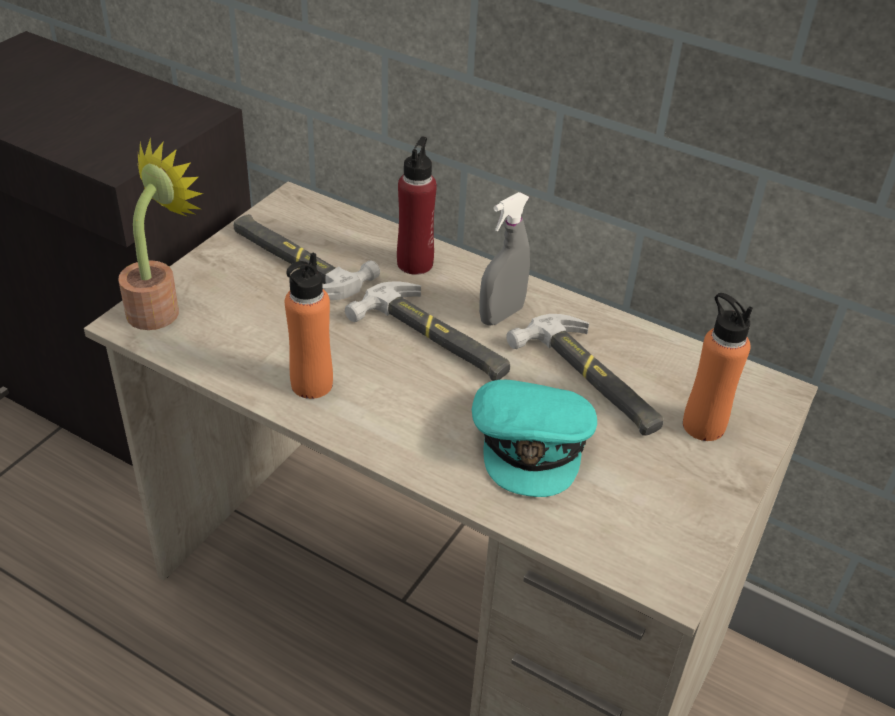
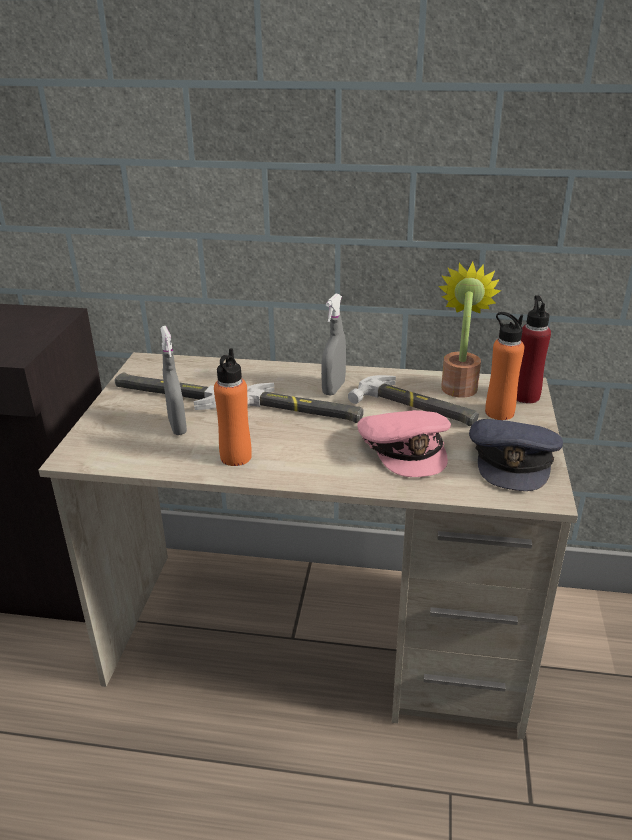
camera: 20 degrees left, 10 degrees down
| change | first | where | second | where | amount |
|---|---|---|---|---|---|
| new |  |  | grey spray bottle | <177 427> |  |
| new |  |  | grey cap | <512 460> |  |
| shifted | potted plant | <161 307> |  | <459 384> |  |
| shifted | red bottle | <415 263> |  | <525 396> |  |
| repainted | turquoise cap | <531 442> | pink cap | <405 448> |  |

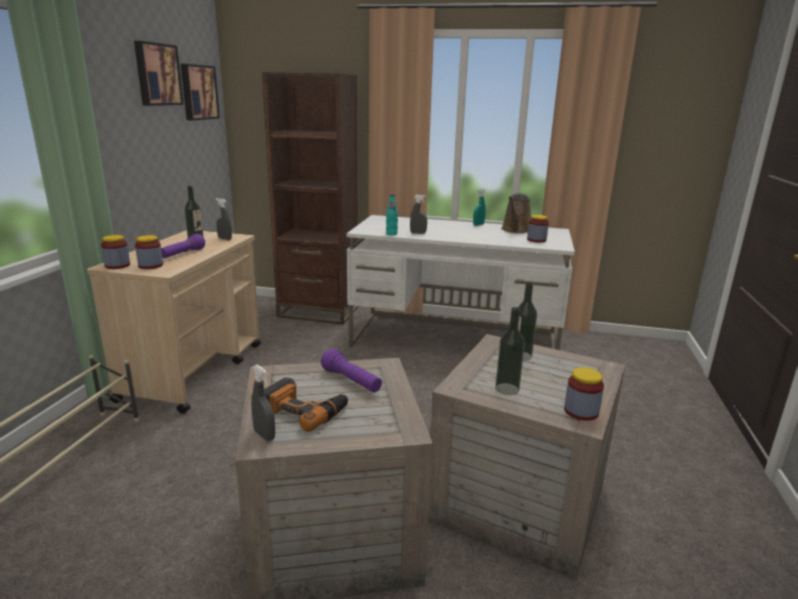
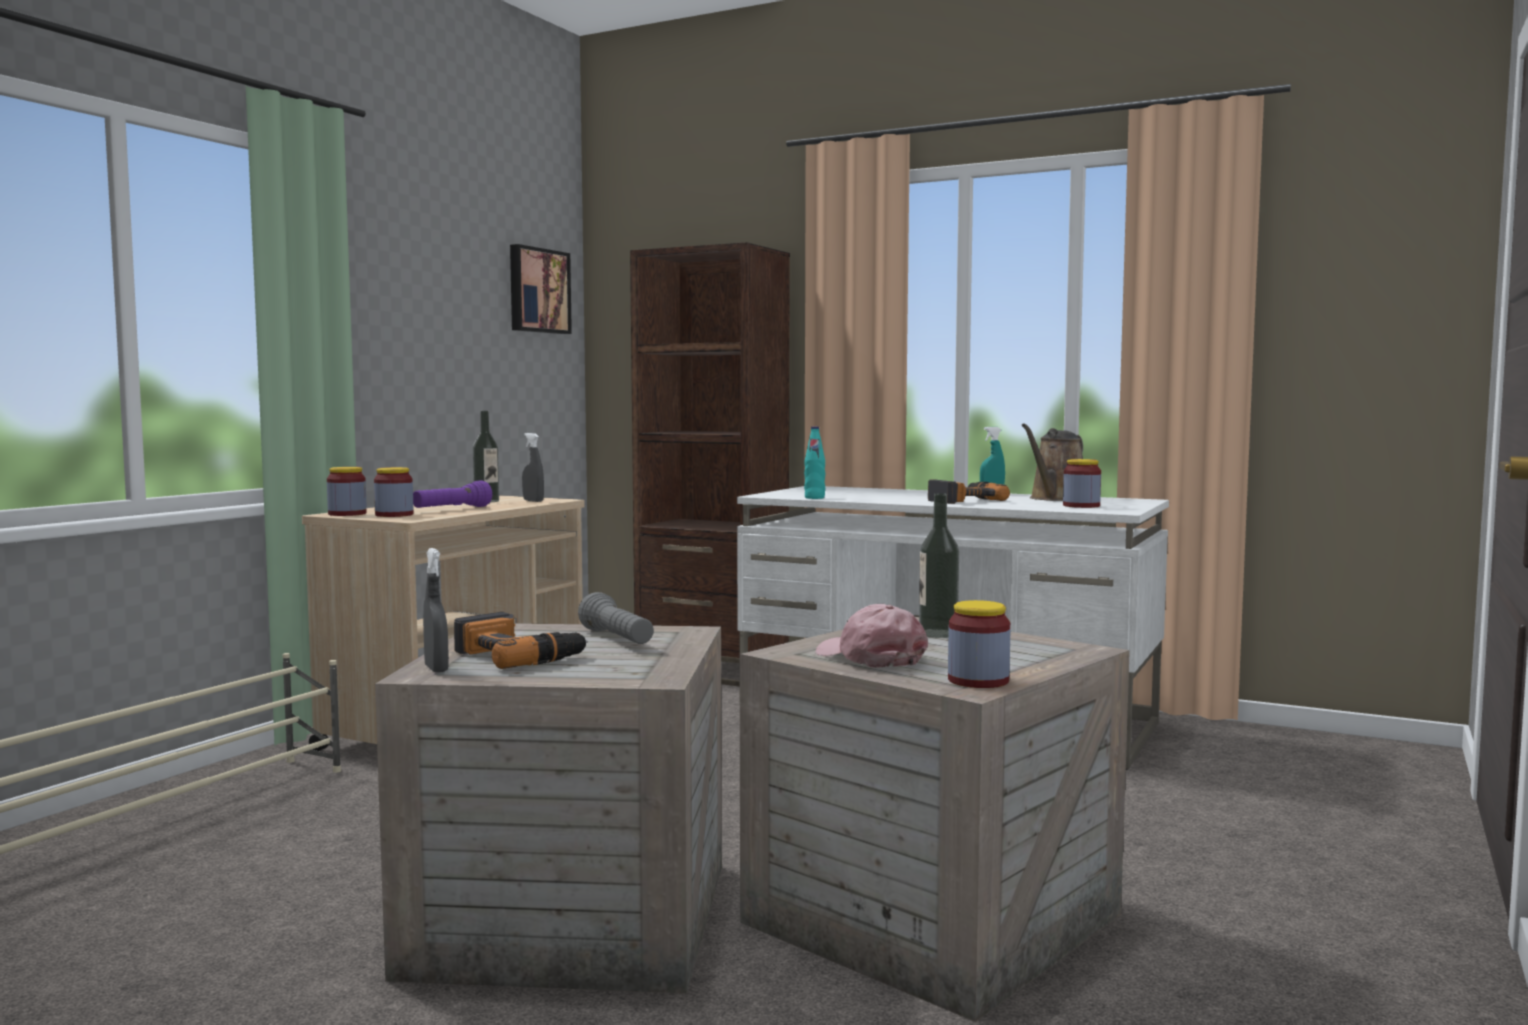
camera: 15 degrees right, 15 degrees down
| change | first | where | second | where | amount |
|---|---|---|---|---|---|
| gone | picture | <157 74> |  |  |  |
| gone | grey spray bottle | <418 233> |  |  |  |
| new |  |  | power drill | <963 500> |  |
| swapped | bottle | <507 389> | pink cap | <871 657> |  |
| repainted | purple flashlight | <352 381> | grey flashlight | <617 640> |  |

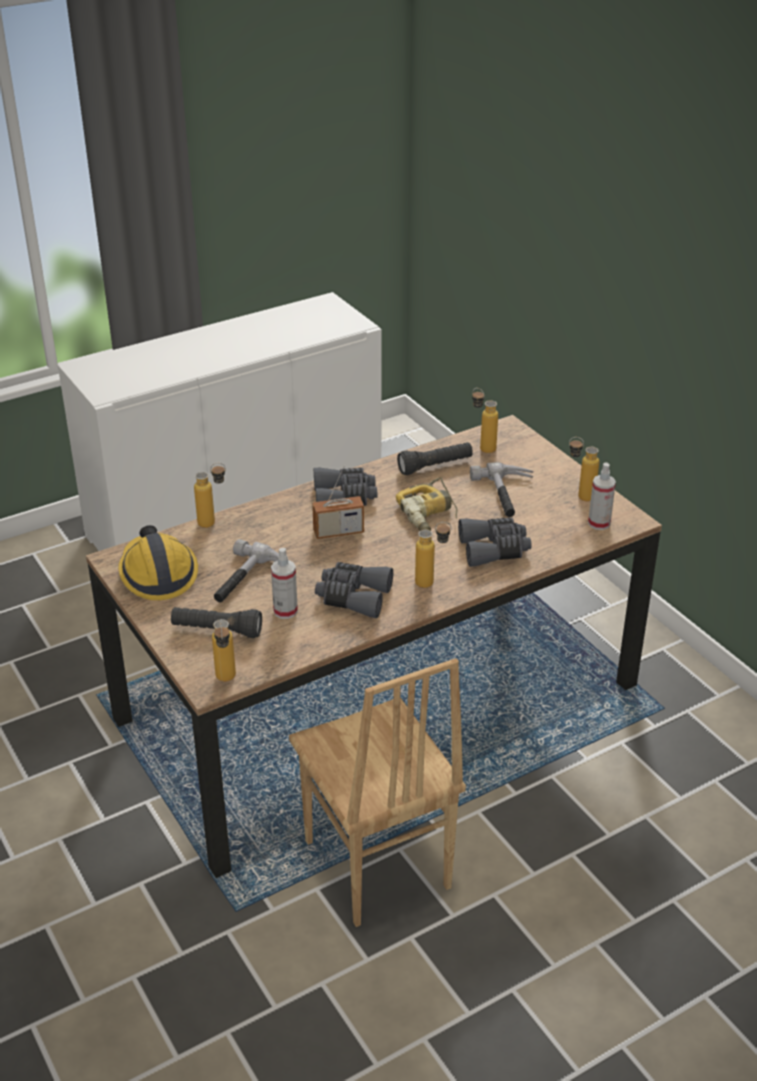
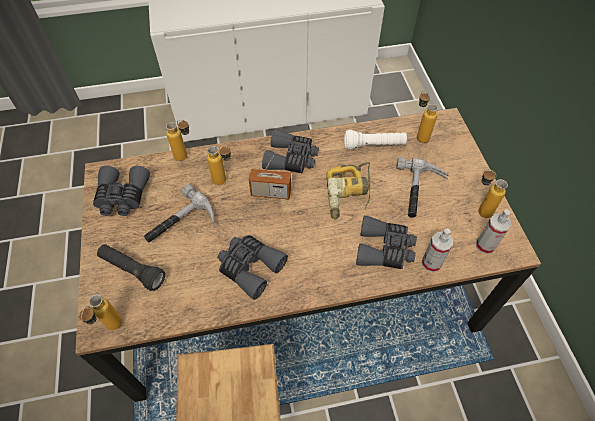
camera: 20 degrees right, 20 degrees up
| change | first | where | second | where | amount |
|---|---|---|---|---|---|
| shifted | spray bottle | <285 611> |  | <431 263> |  |
| shifted | bottle | <432 583> |  | <224 181> |  |
| swapped | hard hat | <158 573> | grey binoculars | <122 197> |  |
| repainted | black flashlight | <435 466> | white flashlight | <374 145> |  |

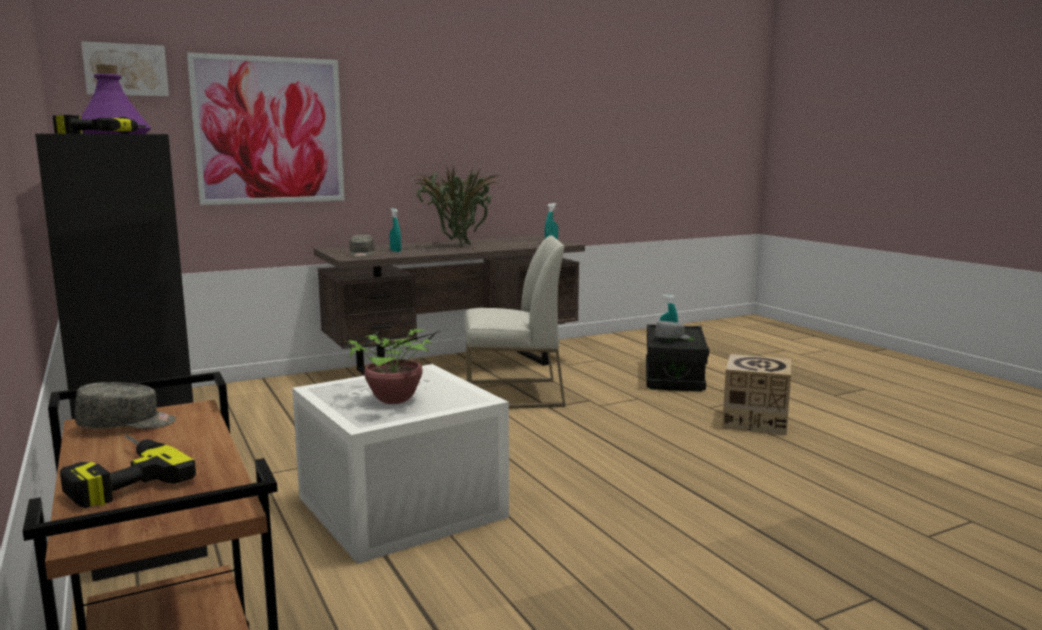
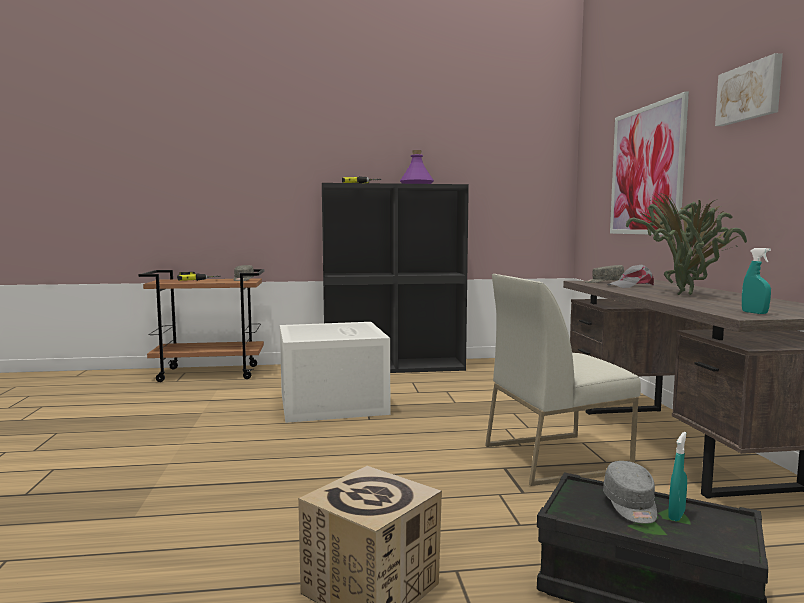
camera: 110 degrees right, 5 degrees down
| change | first | where | second | where | amount |
|---|---|---|---|---|---|
| gone | potted plant | <391 399> |  |  |  |
| shifted | picture | <126 70> |  | <750 92> |  |
| swapped | turquoise spray bottle | <395 251> | grey cap | <632 286> |  |
| rotated | white chair | <512 395> |  | <556 457> | 60 degrees clockwise |

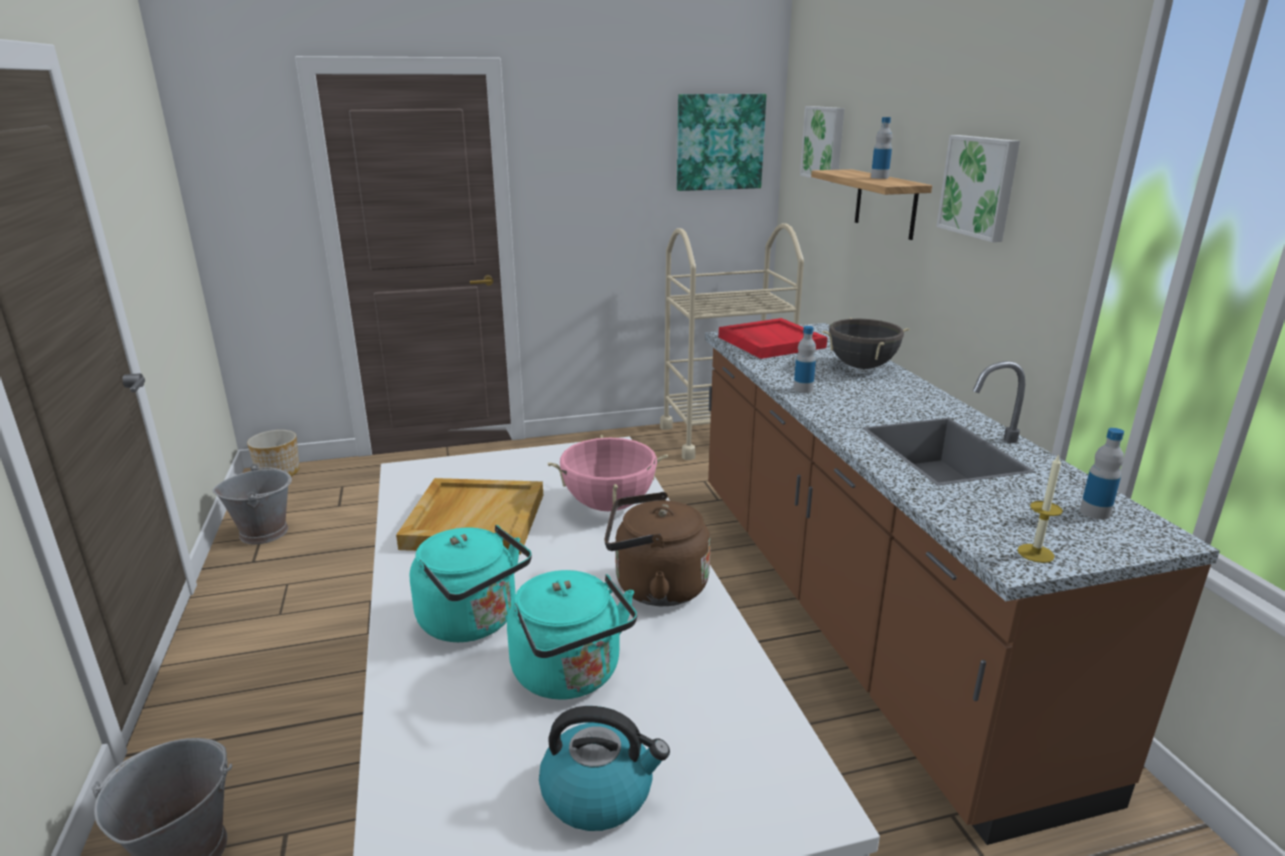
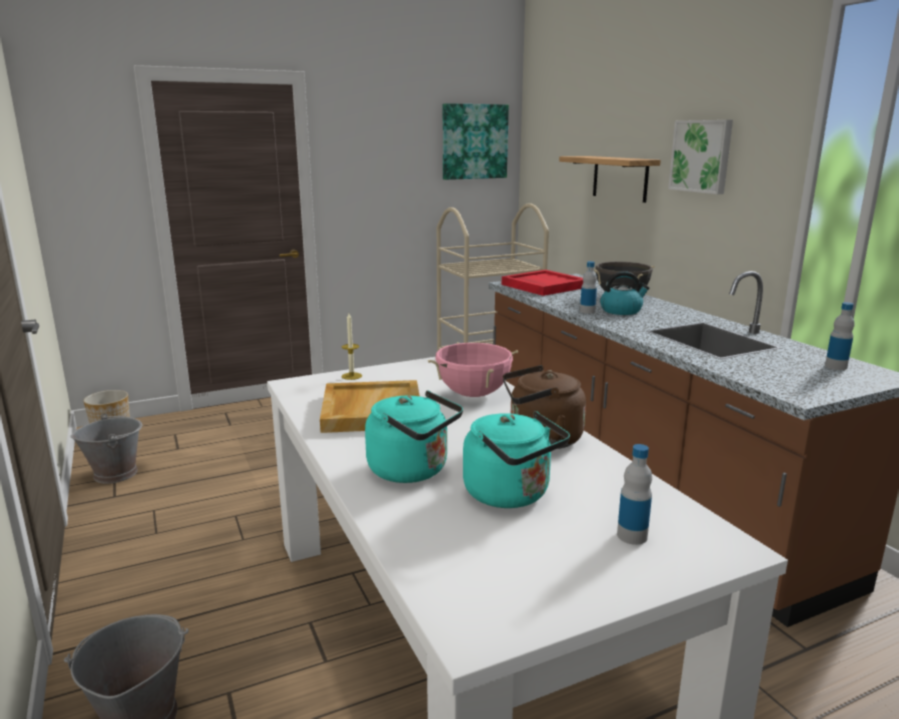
camera: 10 degrees left, 5 degrees down
| change | first | where | second | where | amount |
|---|---|---|---|---|---|
| gone | picture | <824 143> |  |  |  |
| shifted | kettle | <599 793> |  | <621 310> |  |
| shifted | bottle | <879 177> |  | <632 536> |  |
| shifted | candle | <1035 553> |  | <351 376> |  |

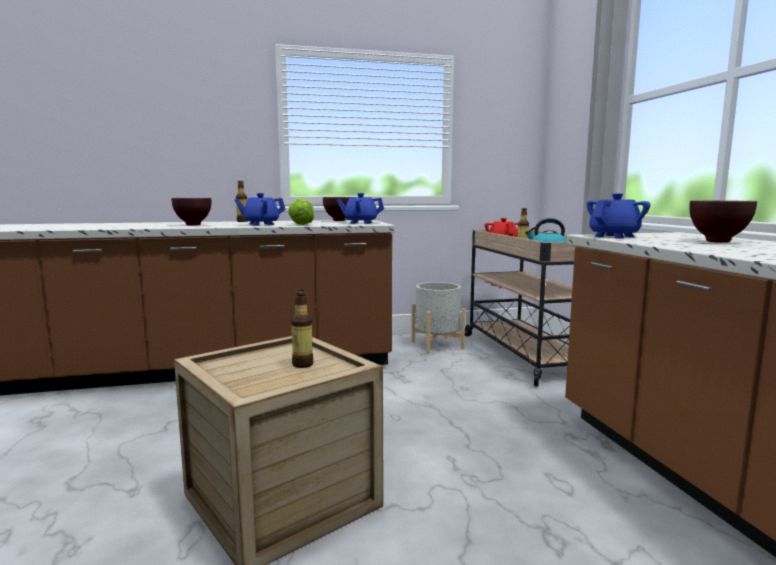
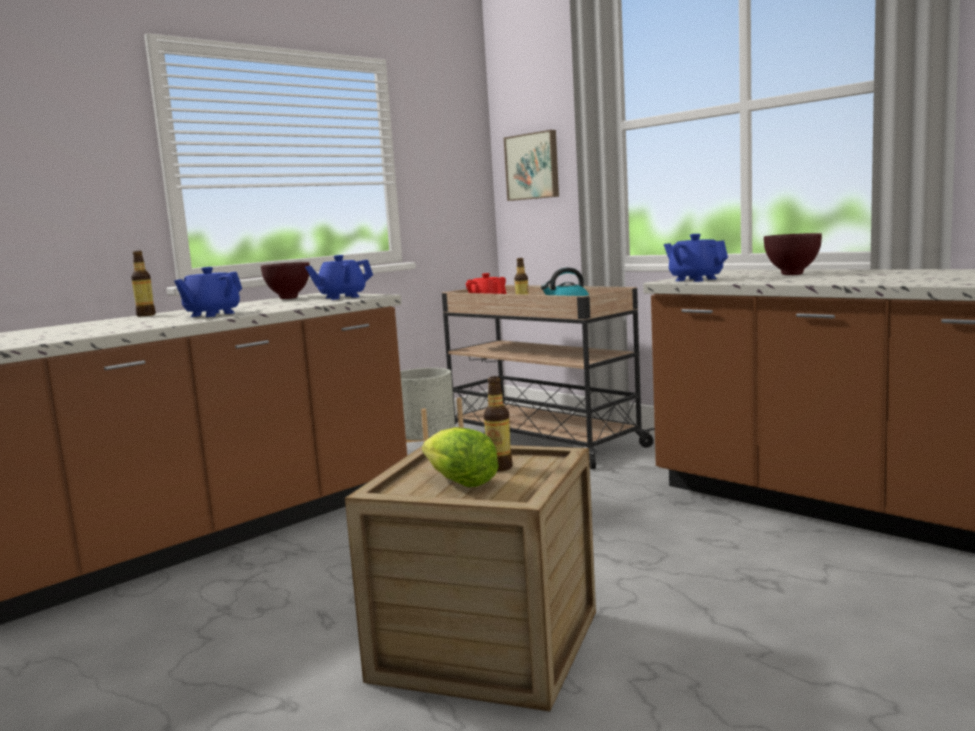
camera: 30 degrees left, 0 degrees up
| change | first | where | second | where | amount |
|---|---|---|---|---|---|
| gone | brown bowl | <194 225> |  |  |  |
| new |  |  | picture | <533 166> |  |
| shifted | lettuce | <301 224> |  | <460 483> |  |
| rotated | blue teapot | <614 236> |  | <695 279> | 60 degrees counterclockwise |

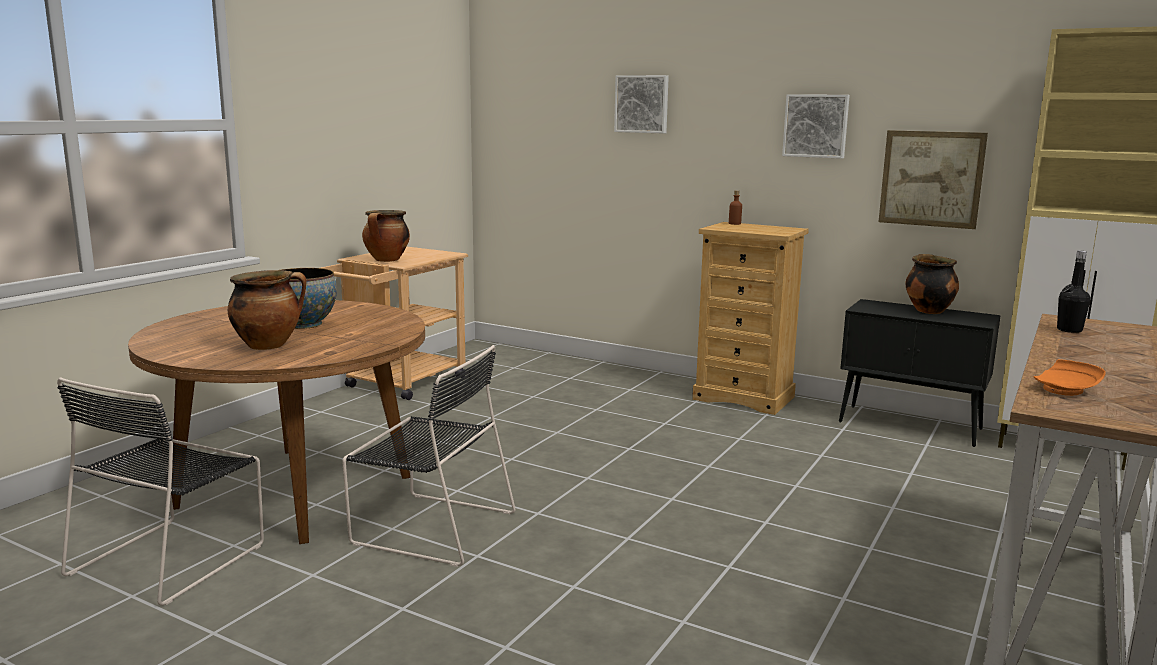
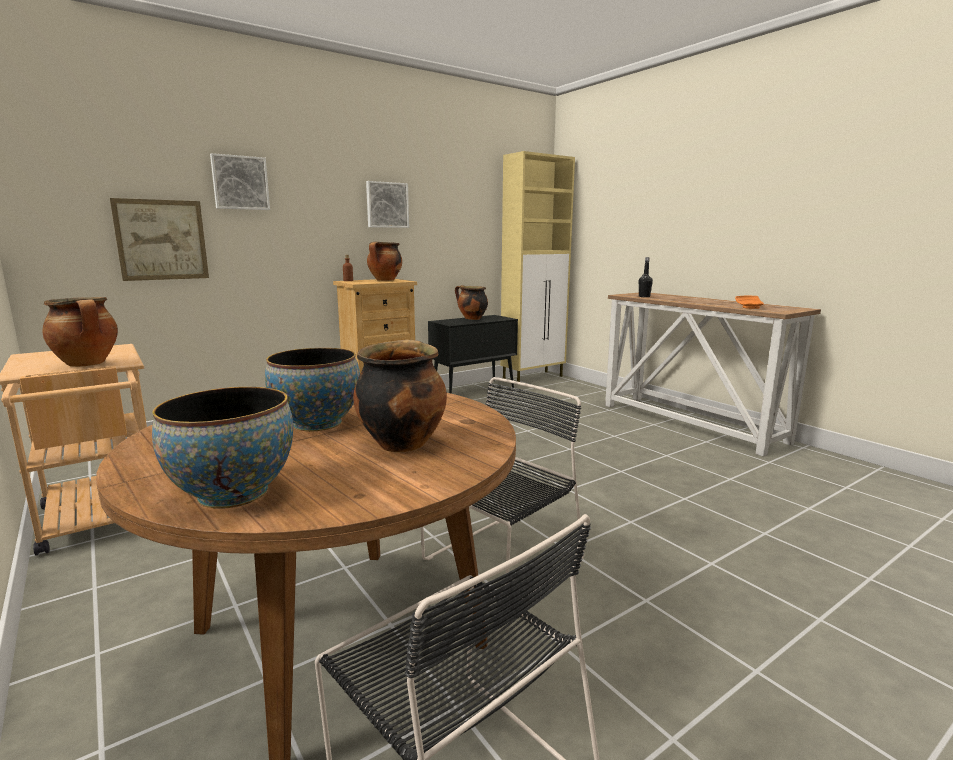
camera: 65 degrees left, 0 degrees up
| change | first | where | second | where | amount |
|---|---|---|---|---|---|
| new |  |  | bowl | <233 493> |  |
| new |  |  | cooking pot | <385 280> |  |
| shifted | picture | <931 179> |  | <161 240> |  |

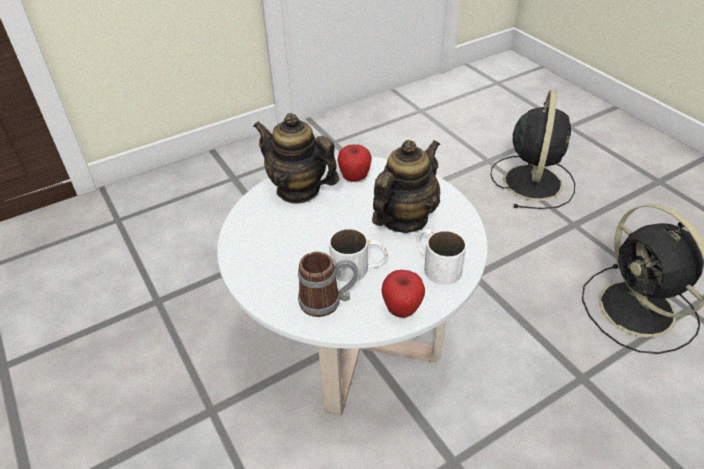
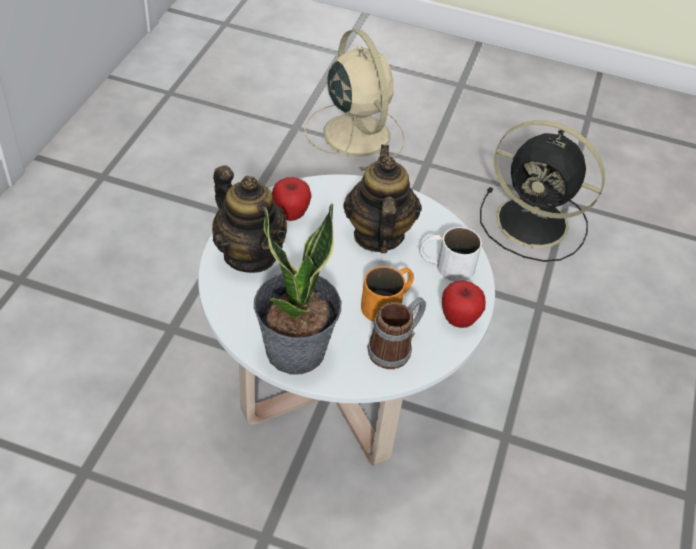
camera: 45 degrees left, 5 degrees up
| change | first | where | second | where | amount |
|---|---|---|---|---|---|
| new |  |  | potted plant | <296 351> |  |
| repainted | white mug | <359 268> | orange mug | <388 302> |  |
| repainted | black fan | <532 181> | beige fan | <355 132> |  |
| rotated | teapot | <298 190> |  | <250 254> | 120 degrees counterclockwise |

